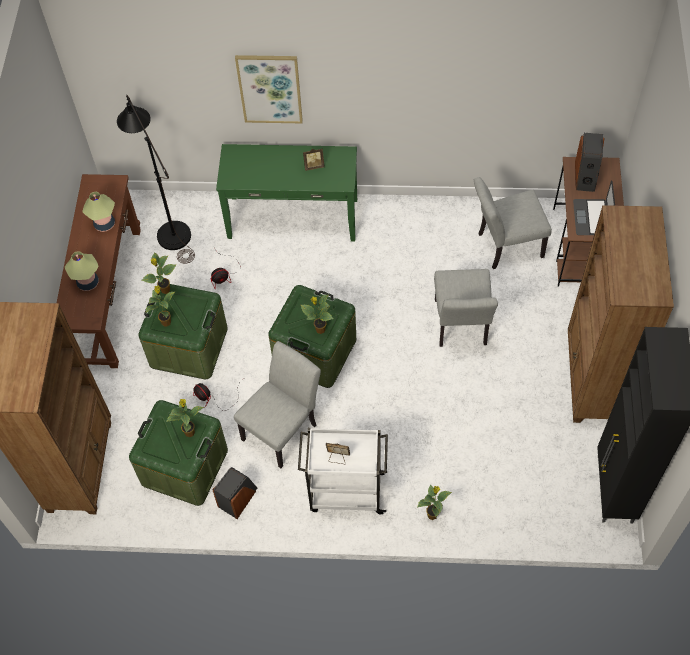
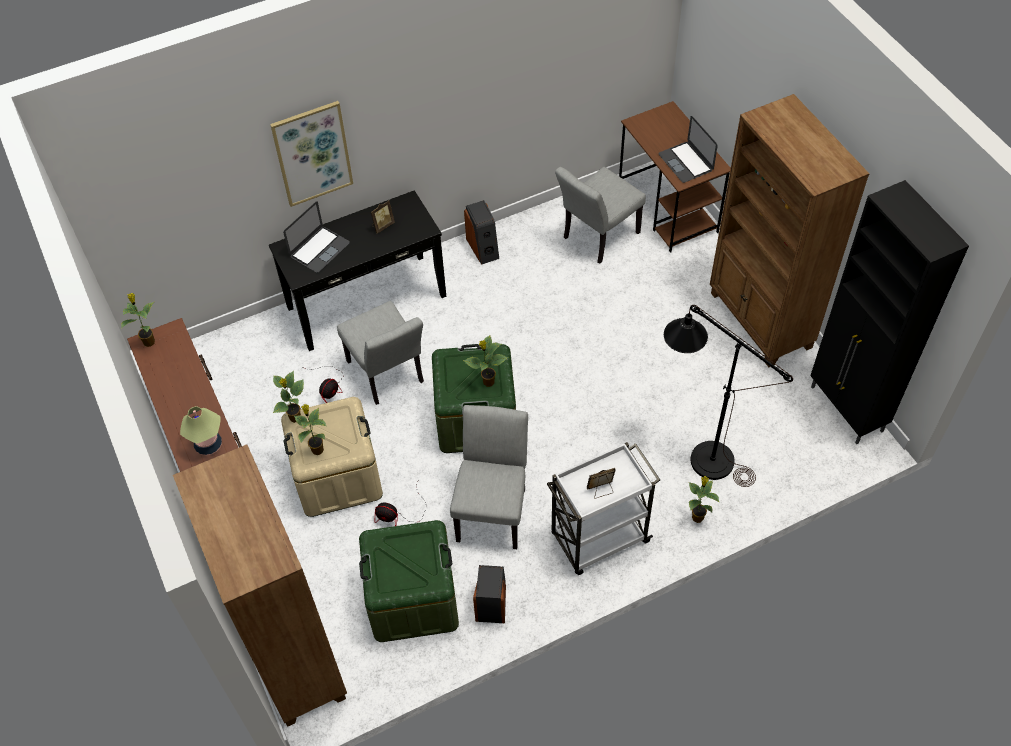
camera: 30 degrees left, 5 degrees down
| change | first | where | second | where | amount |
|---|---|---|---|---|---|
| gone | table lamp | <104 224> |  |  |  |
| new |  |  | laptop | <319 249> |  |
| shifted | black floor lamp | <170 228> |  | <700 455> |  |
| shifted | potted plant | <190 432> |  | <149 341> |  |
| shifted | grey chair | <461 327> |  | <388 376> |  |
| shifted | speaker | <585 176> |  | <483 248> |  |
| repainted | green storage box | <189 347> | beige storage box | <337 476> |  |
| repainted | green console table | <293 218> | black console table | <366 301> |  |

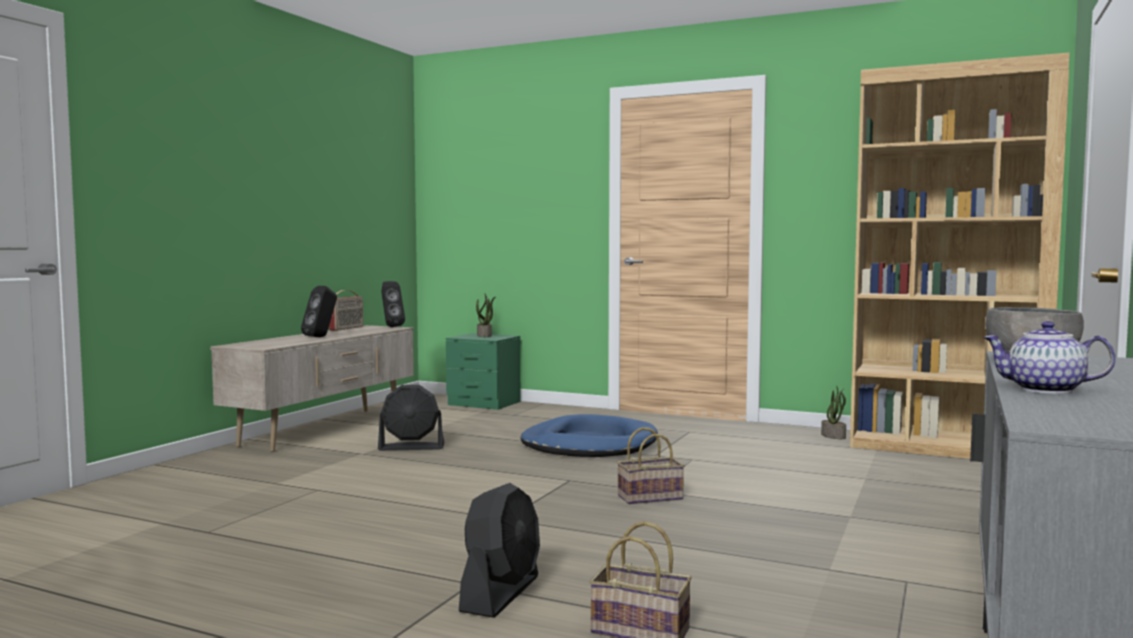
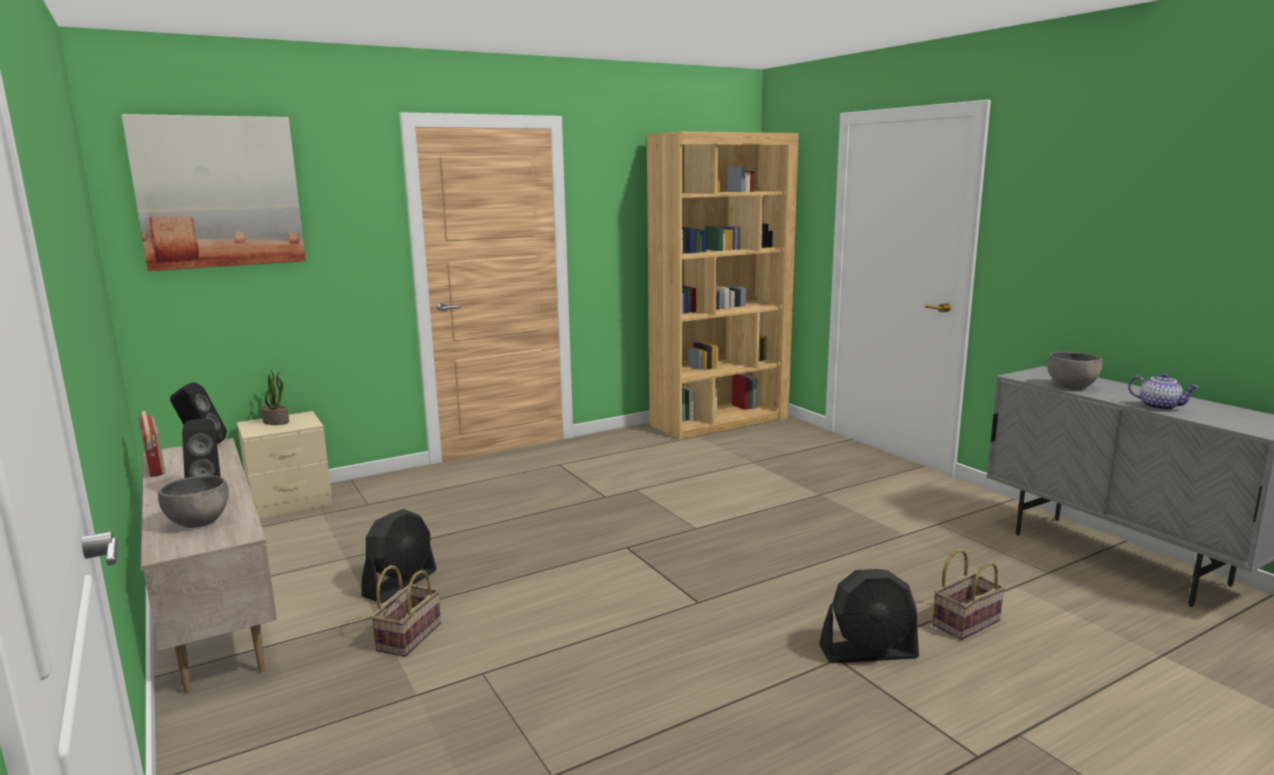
camera: 55 degrees left, 10 degrees up
| change | first | where | second | where | amount |
|---|---|---|---|---|---|
| gone | blue dog bed | <589 444> |  |  |  |
| gone | potted plant | <834 436> |  |  |  |
| new |  |  | picture | <219 192> |  |
| new |  |  | grey bowl | <199 522> |  |
| shifted | basket | <651 497> |  | <409 635> |  |
| repainted | green nightstand | <484 403> | beige nightstand | <290 503> |  |
| rotated | black fan | <501 593> |  | <868 652> | 120 degrees clockwise |
| rotated | teapot | <1044 390> |  | <1160 407> | 105 degrees counterclockwise |

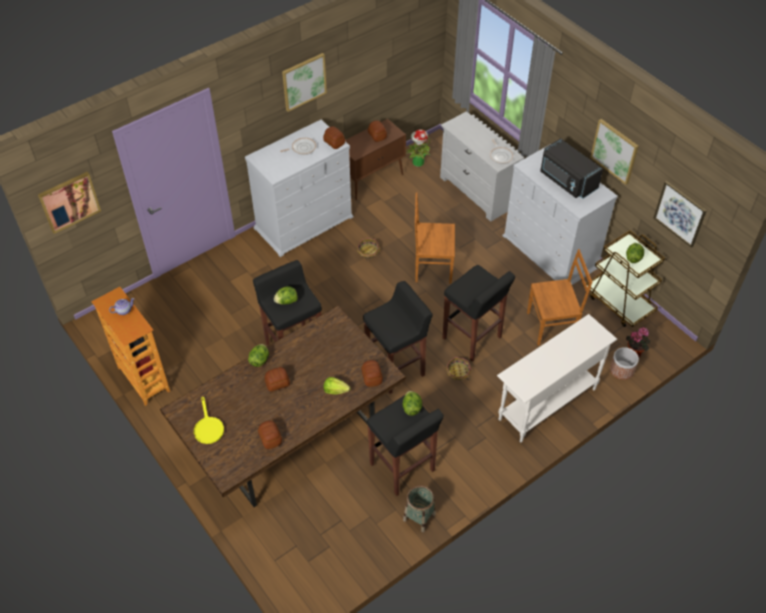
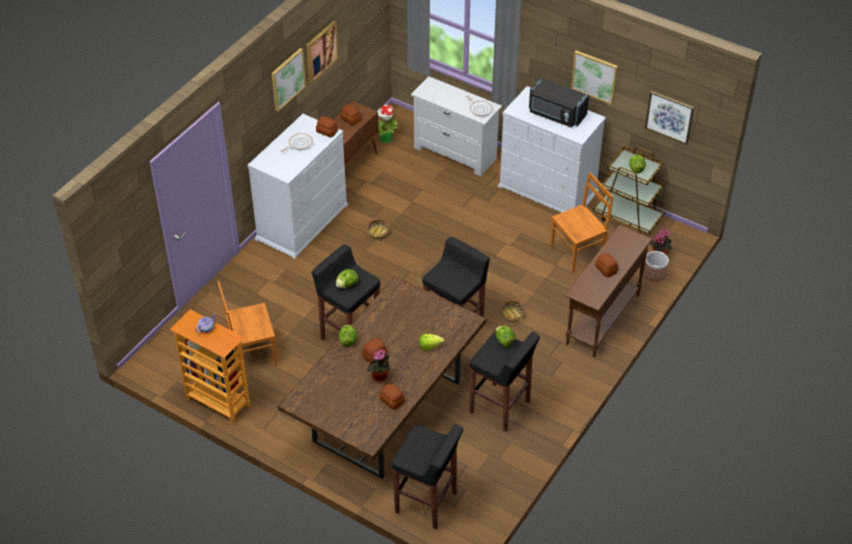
camera: 20 degrees left, 5 degrees down
| change | first | where | second | where | amount |
|---|---|---|---|---|---|
| gone | yellow frying pan | <208 427> |  |  |  |
| gone | basket | <419 517> |  |  |  |
| new |  |  | potted plant | <379 378> |  |
| shifted | picture | <69 202> |  | <321 51> |  |
| shifted | bread | <372 377> |  | <606 269> |  |
| shifted | brown chair | <432 267> |  | <251 354> |  |
| shifted | black stool | <472 338> |  | <427 503> |  |
| repainted | white console table | <546 404> | brown console table | <602 319> |  |

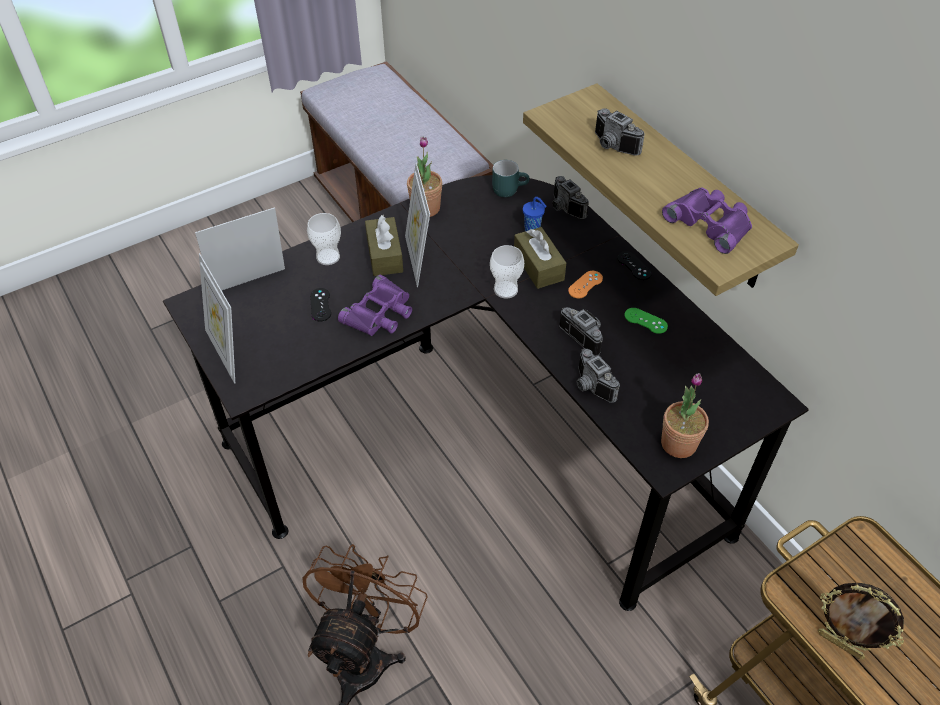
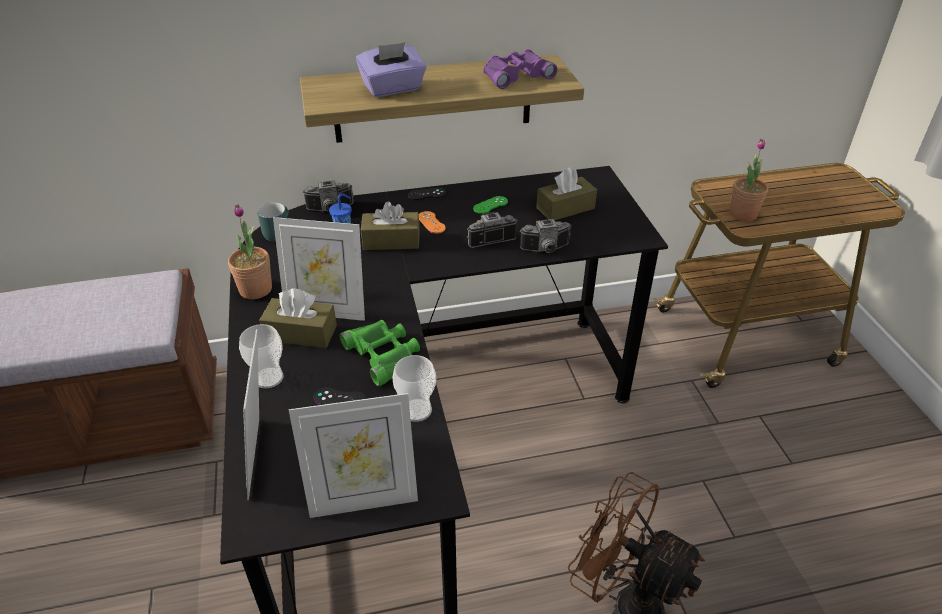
camera: 70 degrees left, 10 degrees down
| change | first | where | second | where | amount |
|---|---|---|---|---|---|
| gone | picture frame | <840 644> |  |  |  |
| new |  |  | brown tissue box | <565 208> |  |
| shifted | cup | <505 289> |  | <416 410> |  |
| shifted | potted plant | <678 444> |  | <743 214> |  |
| swapped | photo camera | <612 146> | purple tissue box | <393 89> |  |
| repainted | purple binoculars | <380 313> | green binoculars | <383 354> |  |

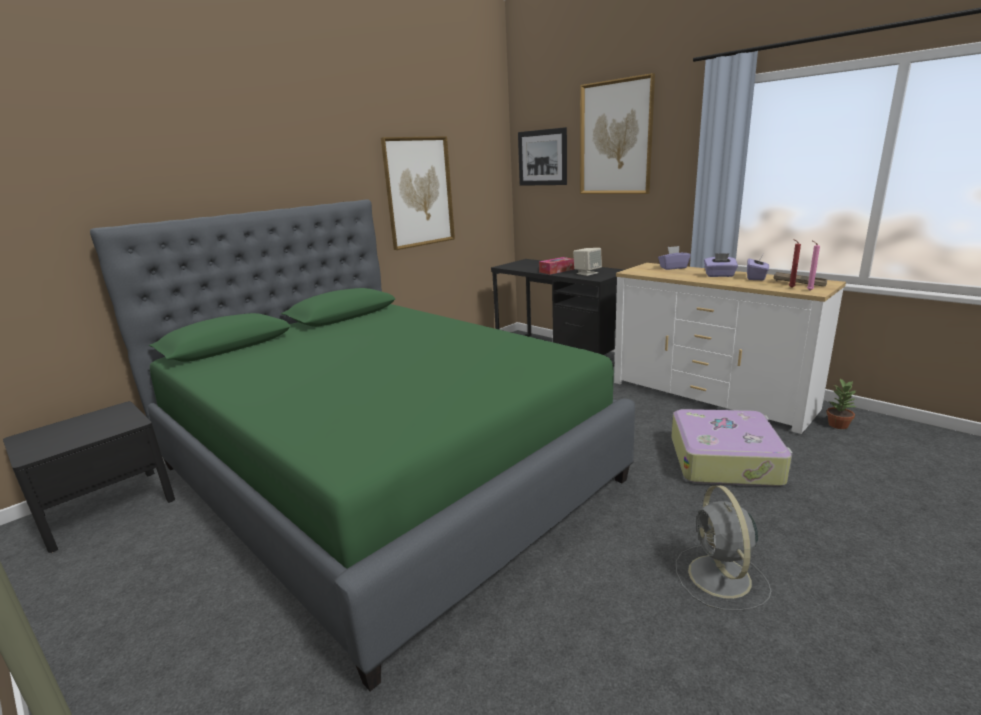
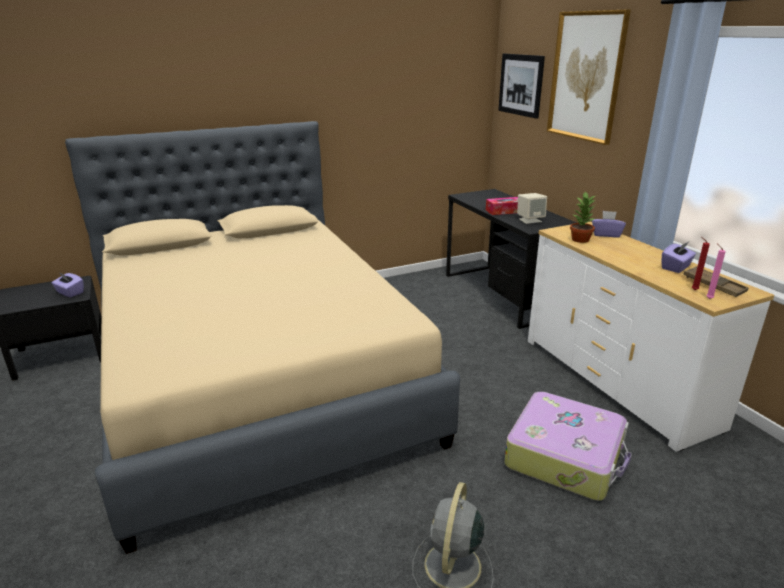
camera: 20 degrees right, 5 degrees up
| change | first | where | second | where | amount |
|---|---|---|---|---|---|
| gone | picture | <419 192> |  |  |  |
| shifted | purple tissue box | <719 275> |  | <70 293> |  |
| shifted | potted plant | <838 425> |  | <580 239> |  |
| repainted | green bed | <383 472> | beige bed | <257 380> |  |

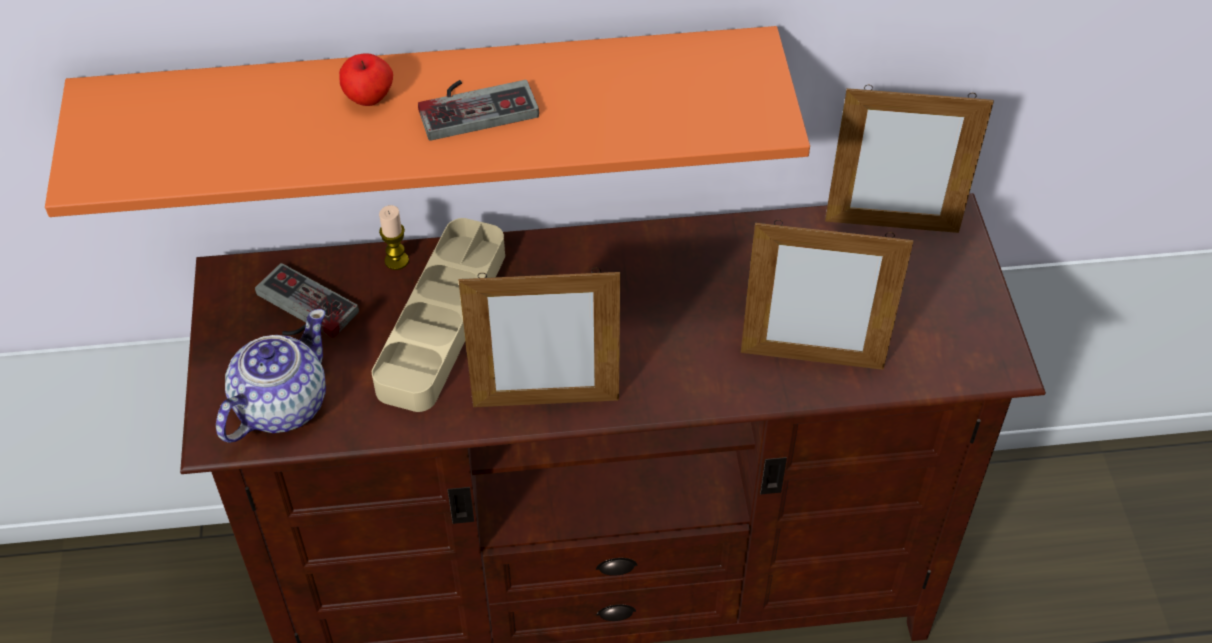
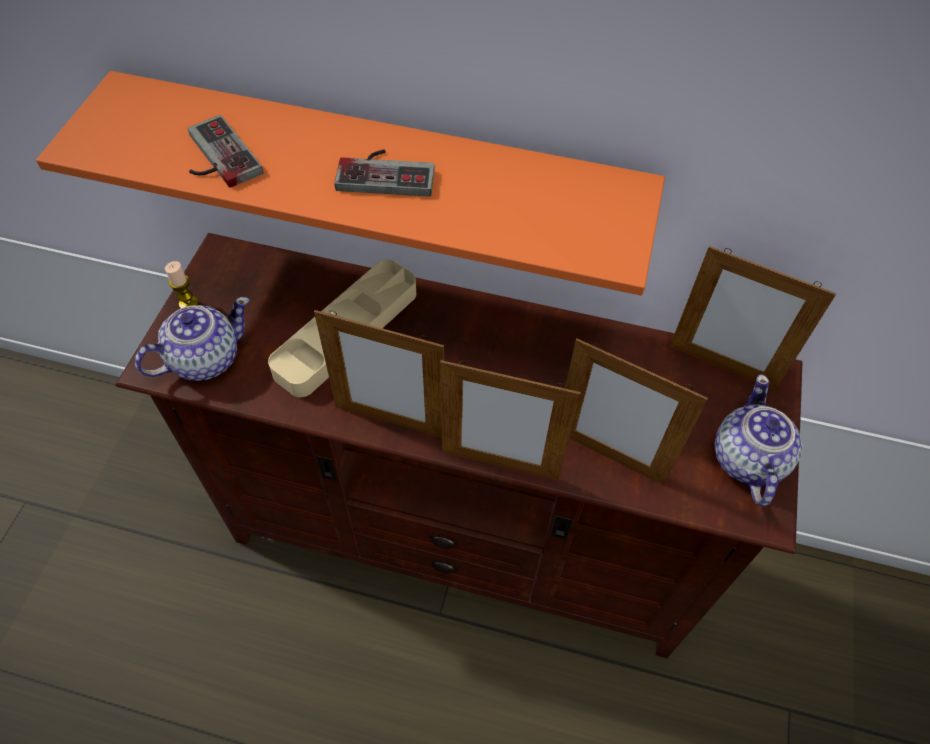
camera: 20 degrees right, 5 degrees up
| change | first | where | second | where | amount |
|---|---|---|---|---|---|
| gone | apple | <369 98> |  |  |  |
| new |  |  | picture frame | <499 464> |  |
| new |  |  | teapot | <747 460> |  |
| shifted | game controller | <299 311> |  | <215 158> |  |
| shifted | candle | <396 261> |  | <188 303> |  |

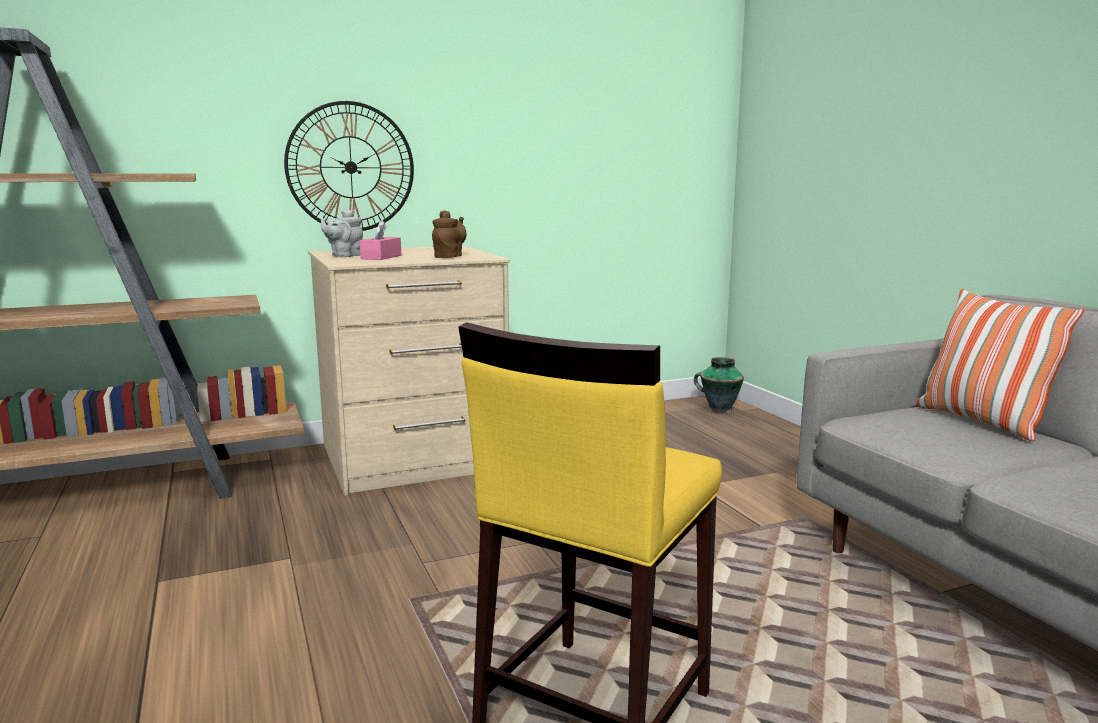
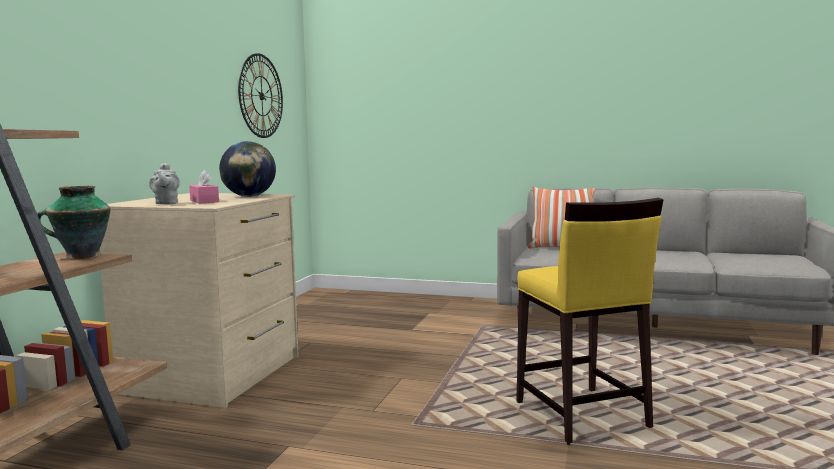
camera: 50 degrees left, 5 degrees down
| change | first | where | second | where | amount |
|---|---|---|---|---|---|
| shifted | wall clock | <350 167> |  | <261 96> |  |
| shifted | vase | <718 410> |  | <81 256> |  |
| swapped | brown teapot | <449 256> | globe | <249 196> |  |

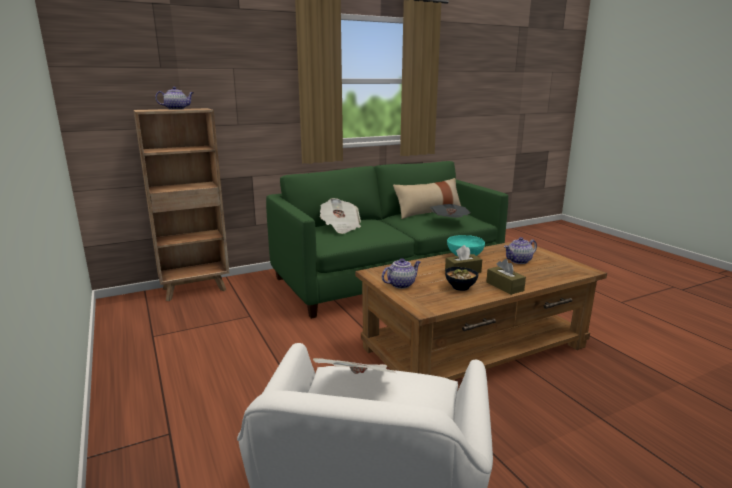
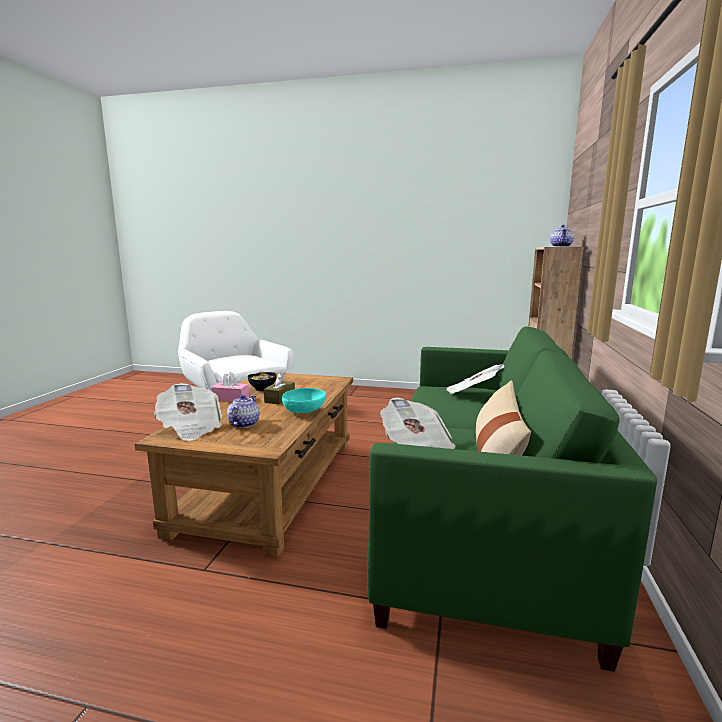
camera: 130 degrees right, 5 degrees down
| change | first | where | second | where | amount |
|---|---|---|---|---|---|
| gone | teapot | <401 284> |  |  |  |
| shifted | newspaper | <358 385> |  | <190 428> |  |
| repainted | brown tissue box | <504 286> | pink tissue box | <230 398> |  |

